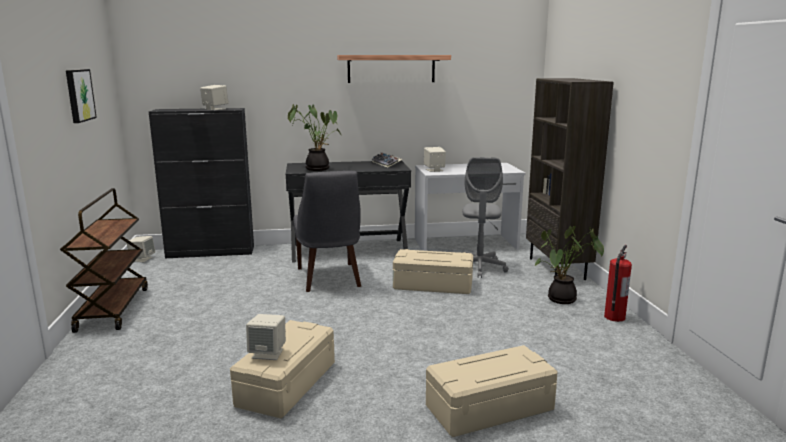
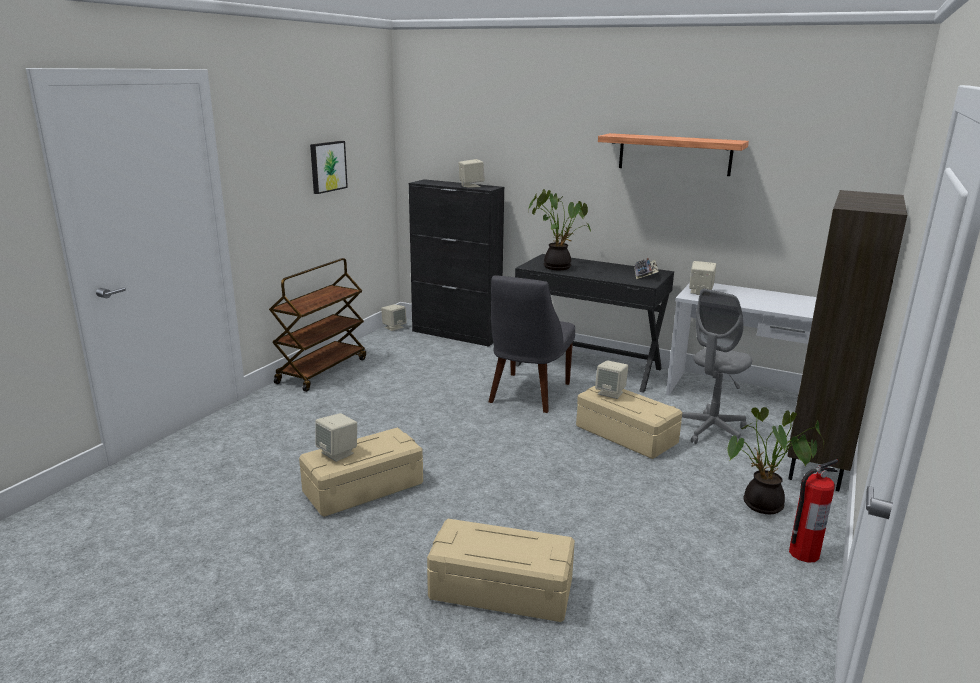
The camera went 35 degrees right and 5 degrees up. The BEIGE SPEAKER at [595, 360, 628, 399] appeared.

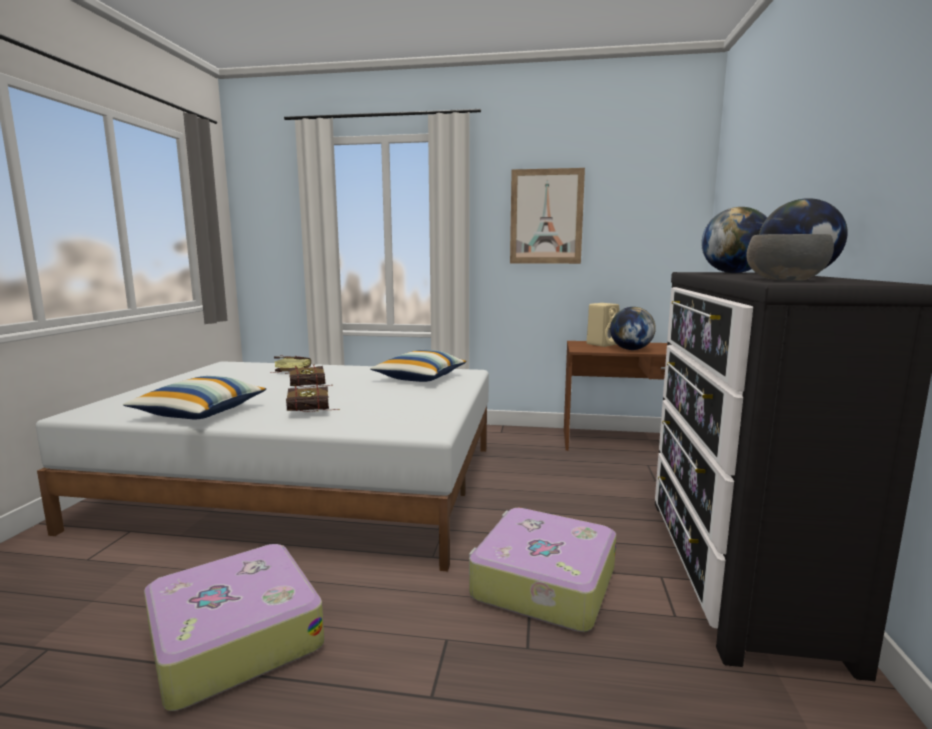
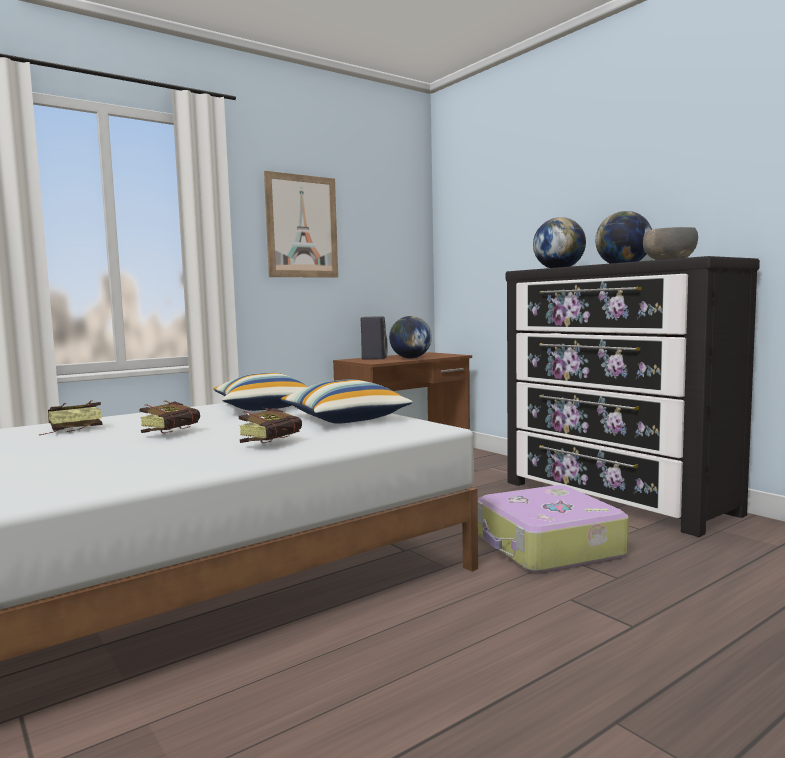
The camera went 45 degrees left and 5 degrees down. The PILLOW moved from [123, 376, 266, 419] to [281, 379, 413, 424]. The SUITCASE at [144, 544, 325, 711] disappeared. The BEIGE SPEAKER at [587, 303, 619, 347] became the BLACK SPEAKER at [361, 316, 388, 360].

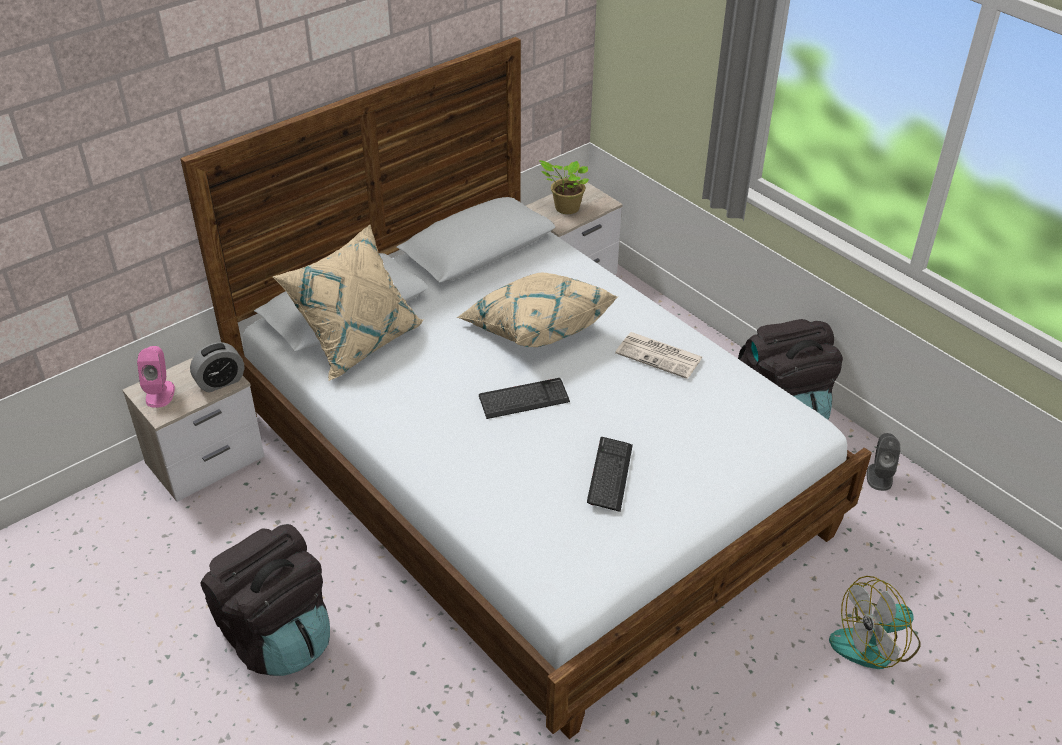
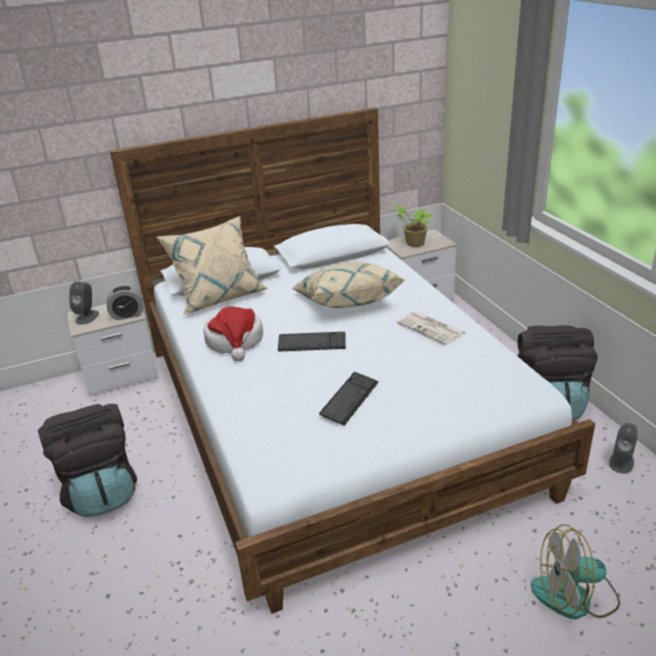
The camera went 20 degrees right and 10 degrees down. The PINK SPEAKER at [137, 346, 175, 408] became the GREY SPEAKER at [70, 281, 99, 325]. The HAT at [204, 306, 263, 361] appeared.

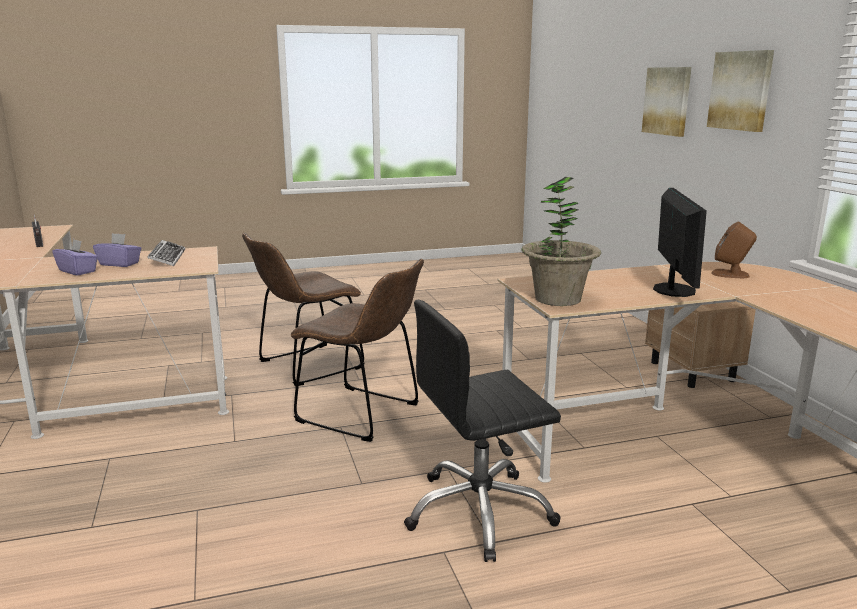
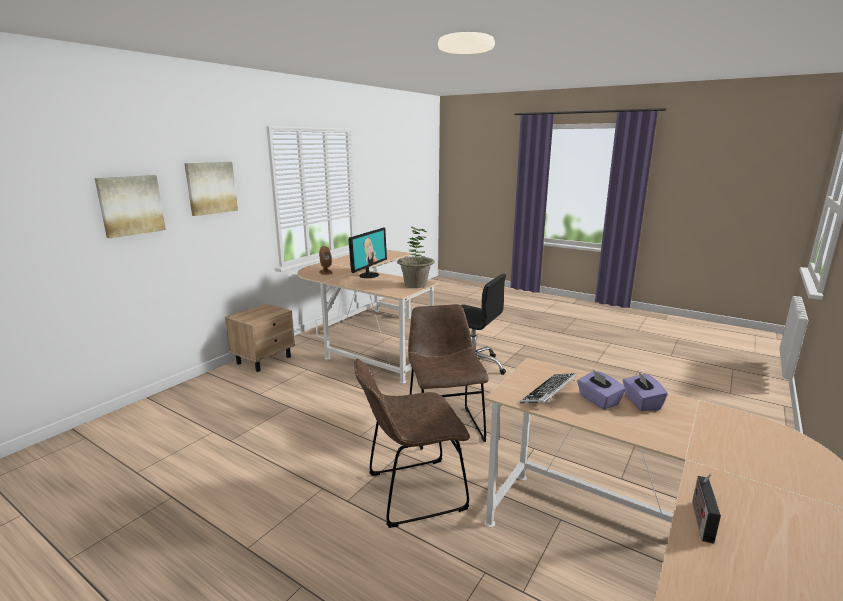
The camera went 130 degrees left and 0 degrees up. The BROWN CHAIR at [242, 233, 365, 386] turned 150 degrees clockwise. The MONITOR at [653, 188, 707, 297] turned 150 degrees clockwise.

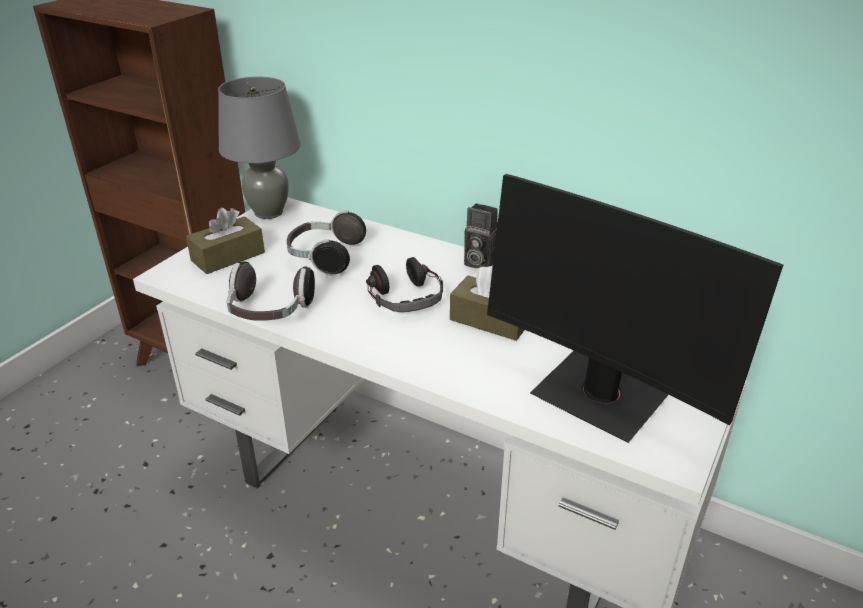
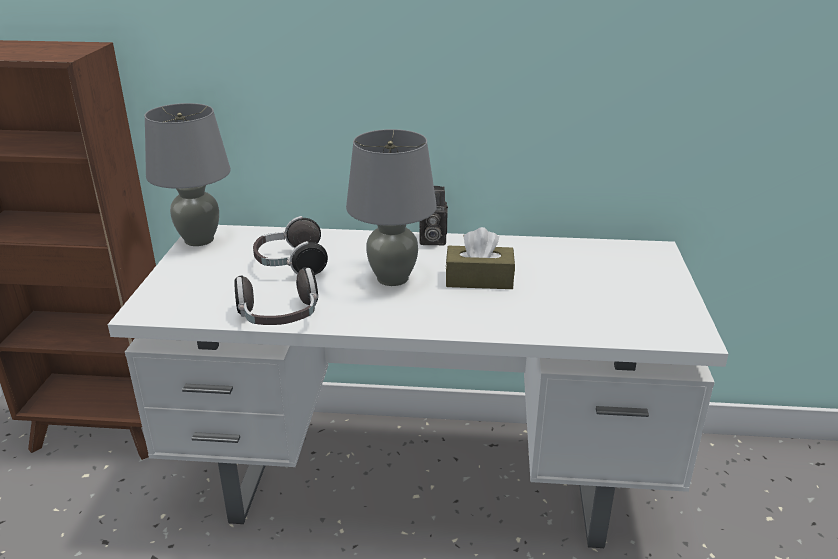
The camera went 25 degrees left and 5 degrees down. The BROWN TISSUE BOX at [186, 208, 265, 274] disappeared. The HEADPHONES at [366, 257, 443, 312] was replaced by the GREY TABLE LAMP at [346, 129, 437, 286]. The MONITOR at [487, 174, 783, 443] disappeared.

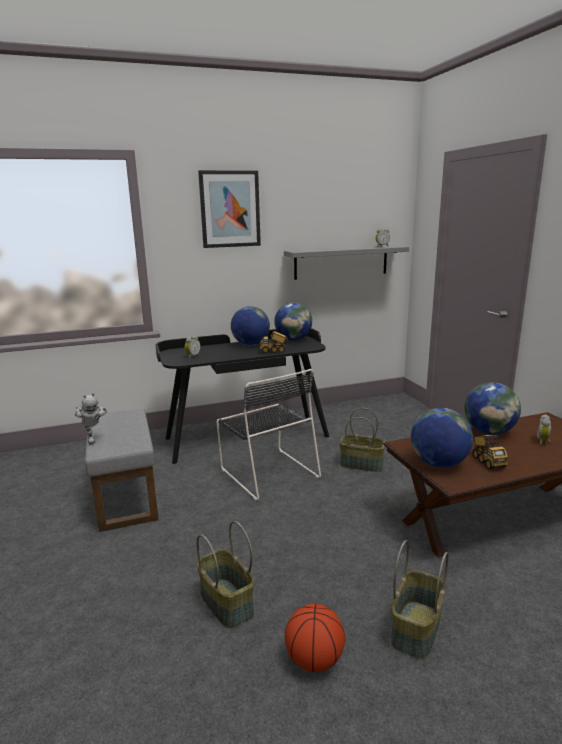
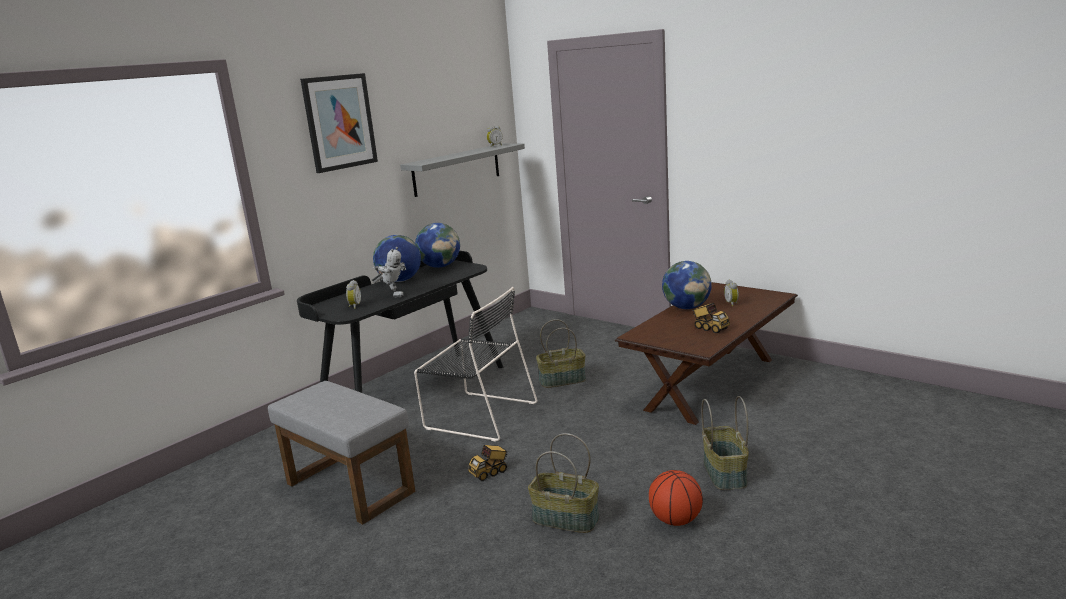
The camera went 30 degrees left and 0 degrees up. The TOY ROBOT moved from [75, 393, 107, 444] to [372, 247, 406, 297]. The TOY TRUCK moved from [260, 331, 288, 353] to [468, 445, 508, 481]. The GLOBE at [411, 408, 473, 468] disappeared.

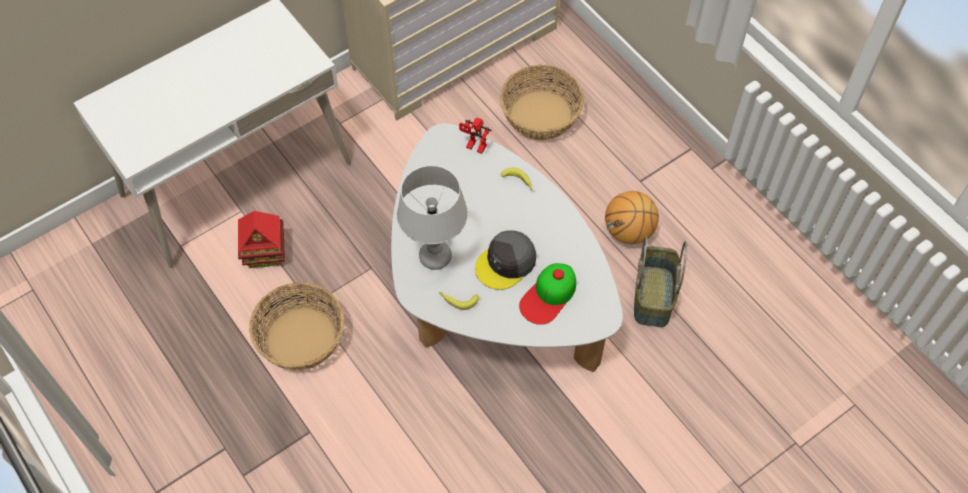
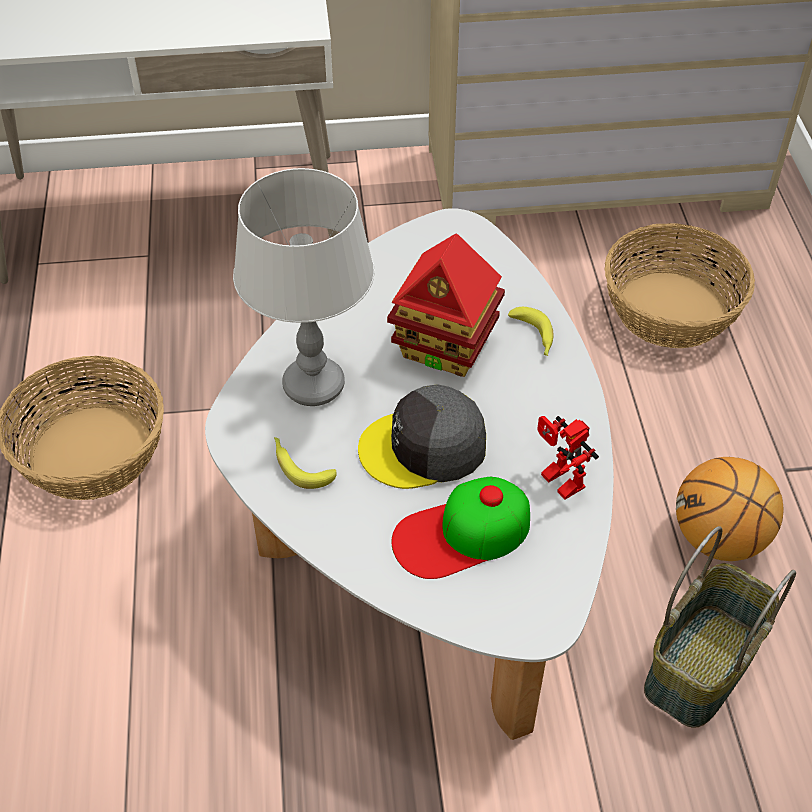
The camera went 30 degrees right and 10 degrees down. The TOY HOUSE moved from [238, 211, 285, 268] to [387, 234, 505, 377]. The TOY ROBOT moved from [459, 118, 491, 154] to [537, 416, 599, 500].

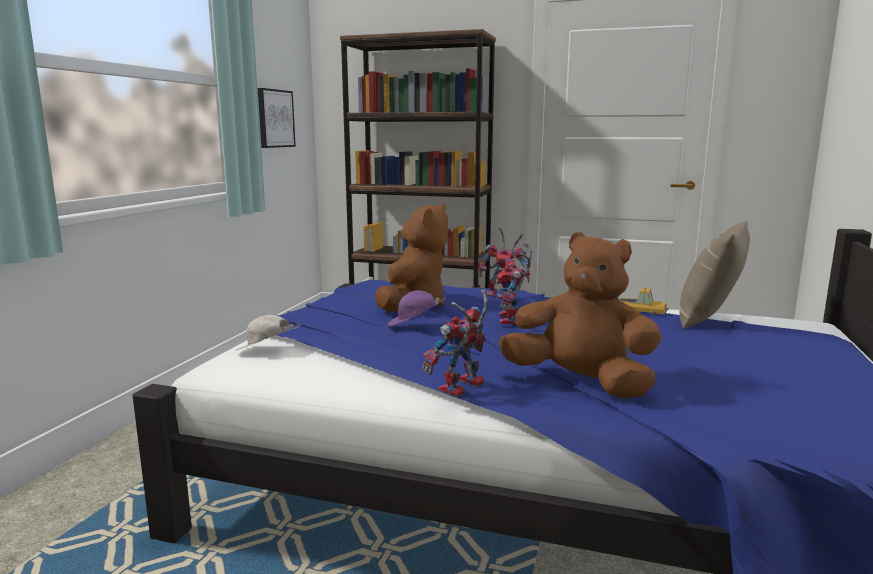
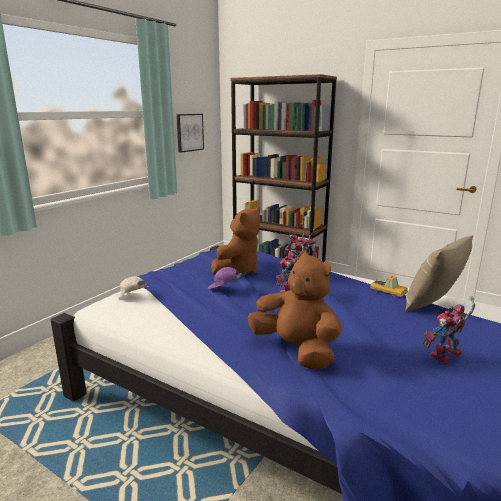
The camera went 15 degrees right and 5 degrees up. The TOY ROBOT moved from [422, 290, 488, 397] to [422, 296, 475, 363].

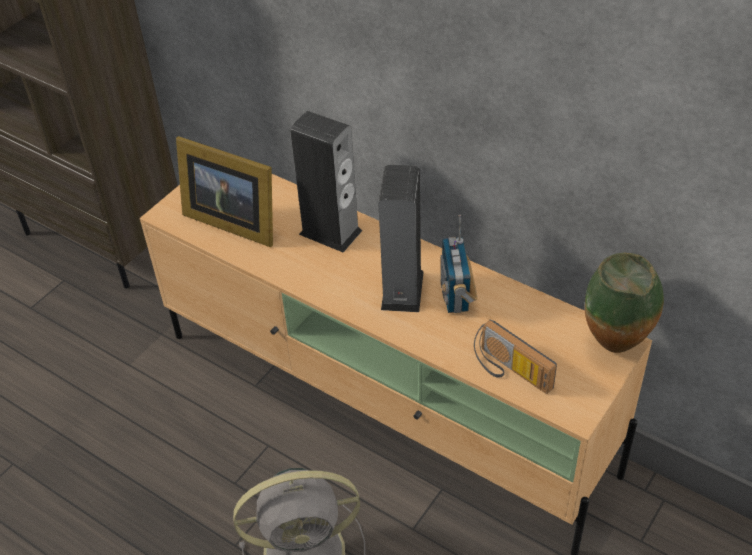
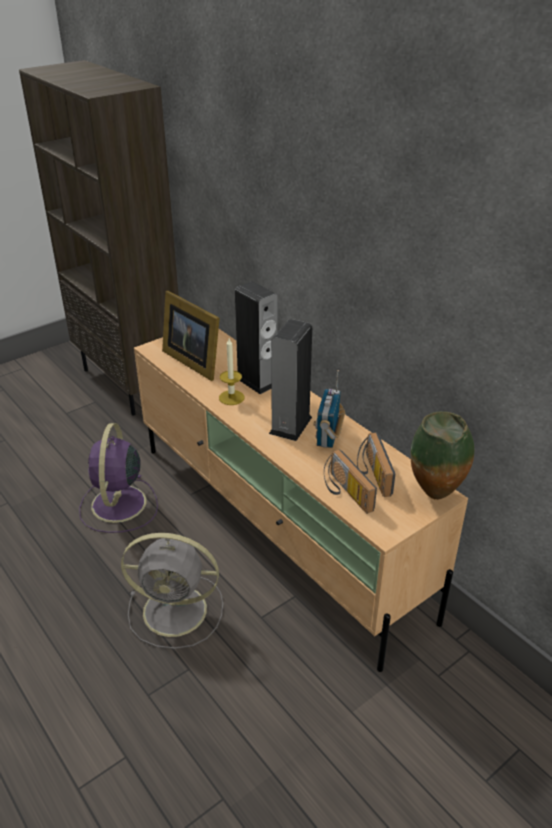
The camera went 15 degrees right and 10 degrees down. The PURPLE FAN at [79, 423, 158, 533] appeared. The CANDLE at [219, 338, 244, 405] appeared. The RADIO at [357, 432, 395, 497] appeared.

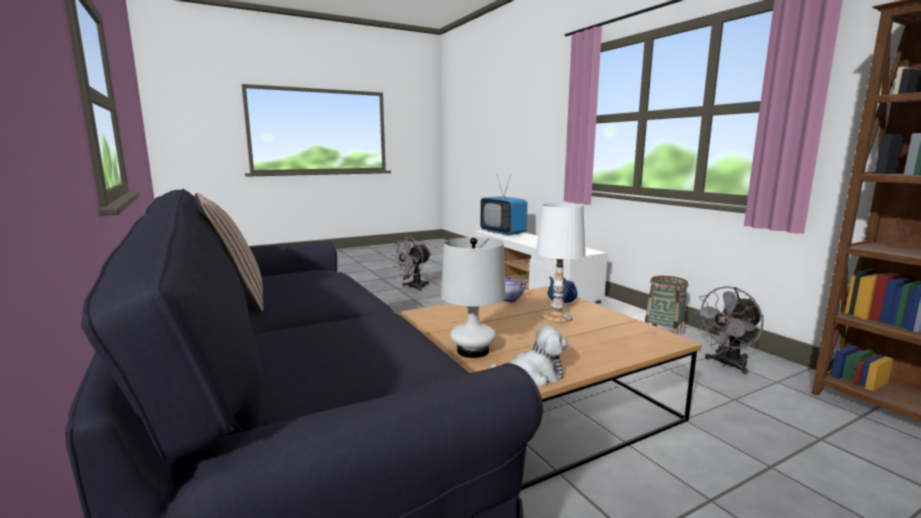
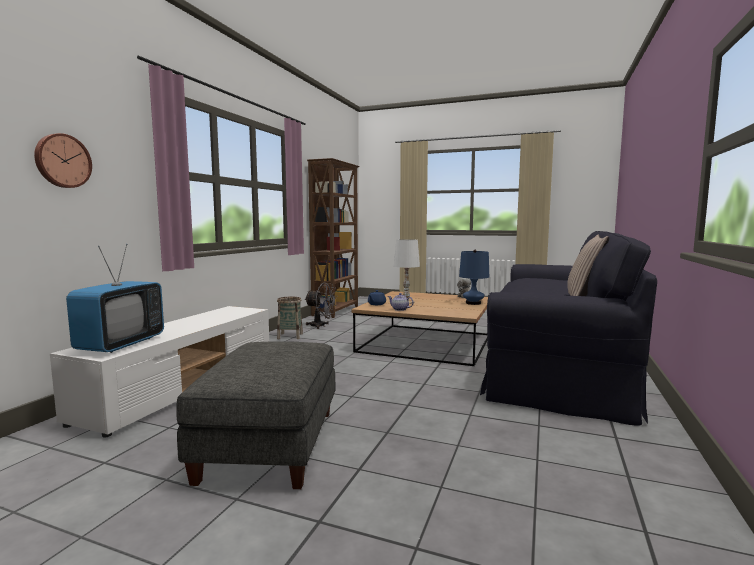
The camera went 130 degrees left and 5 degrees down. The GREY FAN at [391, 237, 431, 291] was replaced by the GREY OTTOMAN at [176, 341, 335, 489]. The WHITE TABLE LAMP at [441, 237, 506, 358] became the BLUE TABLE LAMP at [459, 250, 489, 305]. The WALL CLOCK at [34, 133, 92, 188] appeared.

